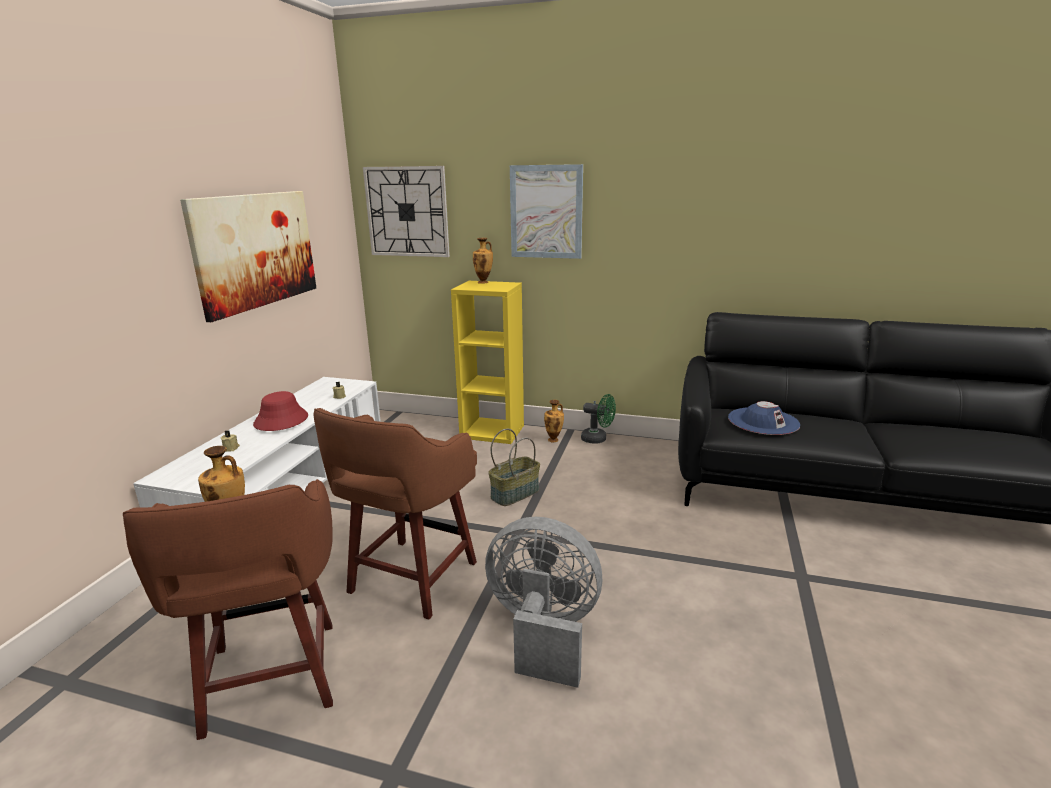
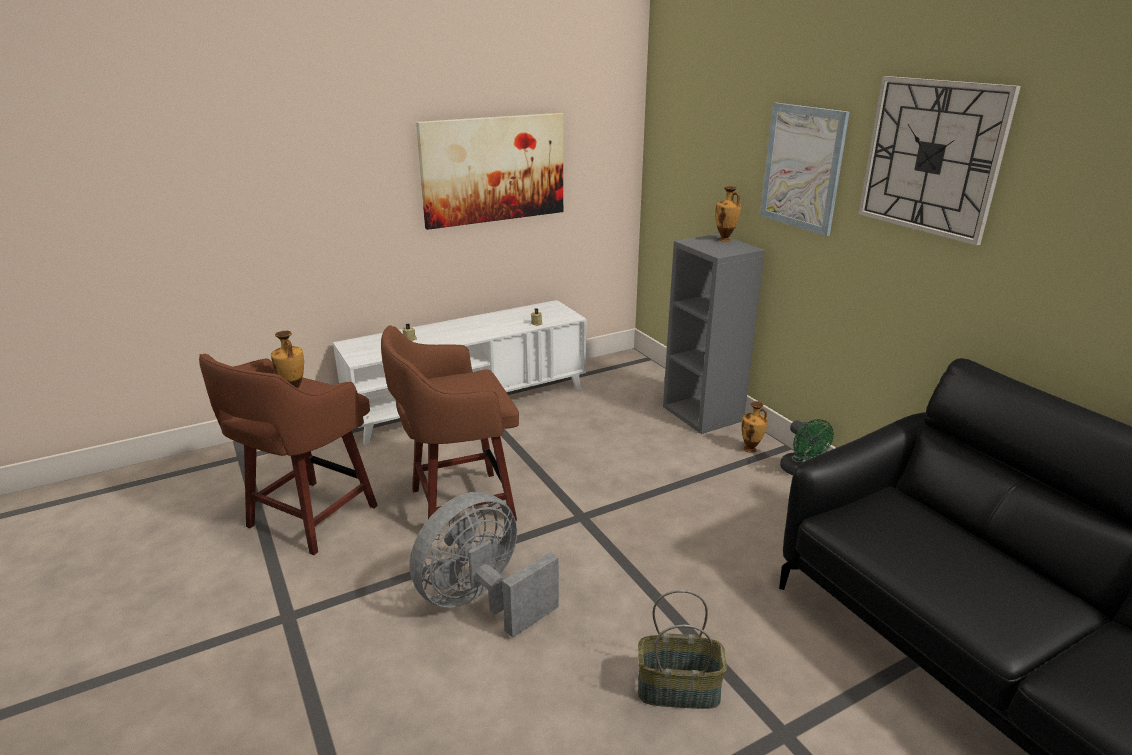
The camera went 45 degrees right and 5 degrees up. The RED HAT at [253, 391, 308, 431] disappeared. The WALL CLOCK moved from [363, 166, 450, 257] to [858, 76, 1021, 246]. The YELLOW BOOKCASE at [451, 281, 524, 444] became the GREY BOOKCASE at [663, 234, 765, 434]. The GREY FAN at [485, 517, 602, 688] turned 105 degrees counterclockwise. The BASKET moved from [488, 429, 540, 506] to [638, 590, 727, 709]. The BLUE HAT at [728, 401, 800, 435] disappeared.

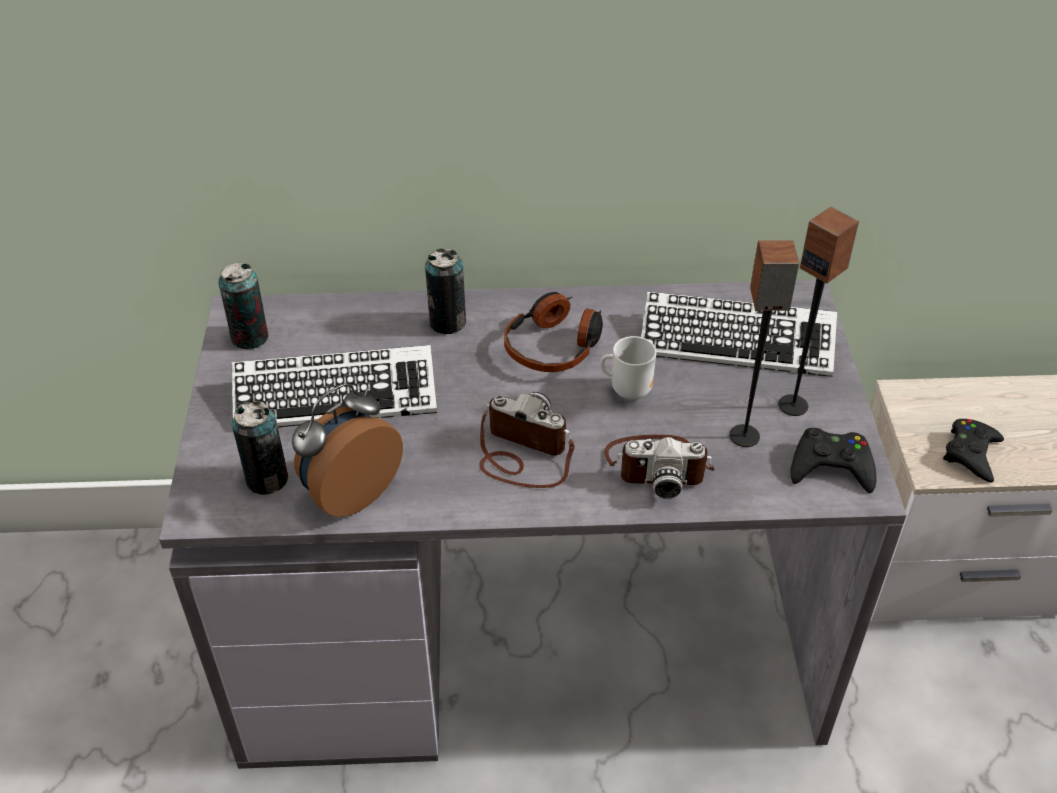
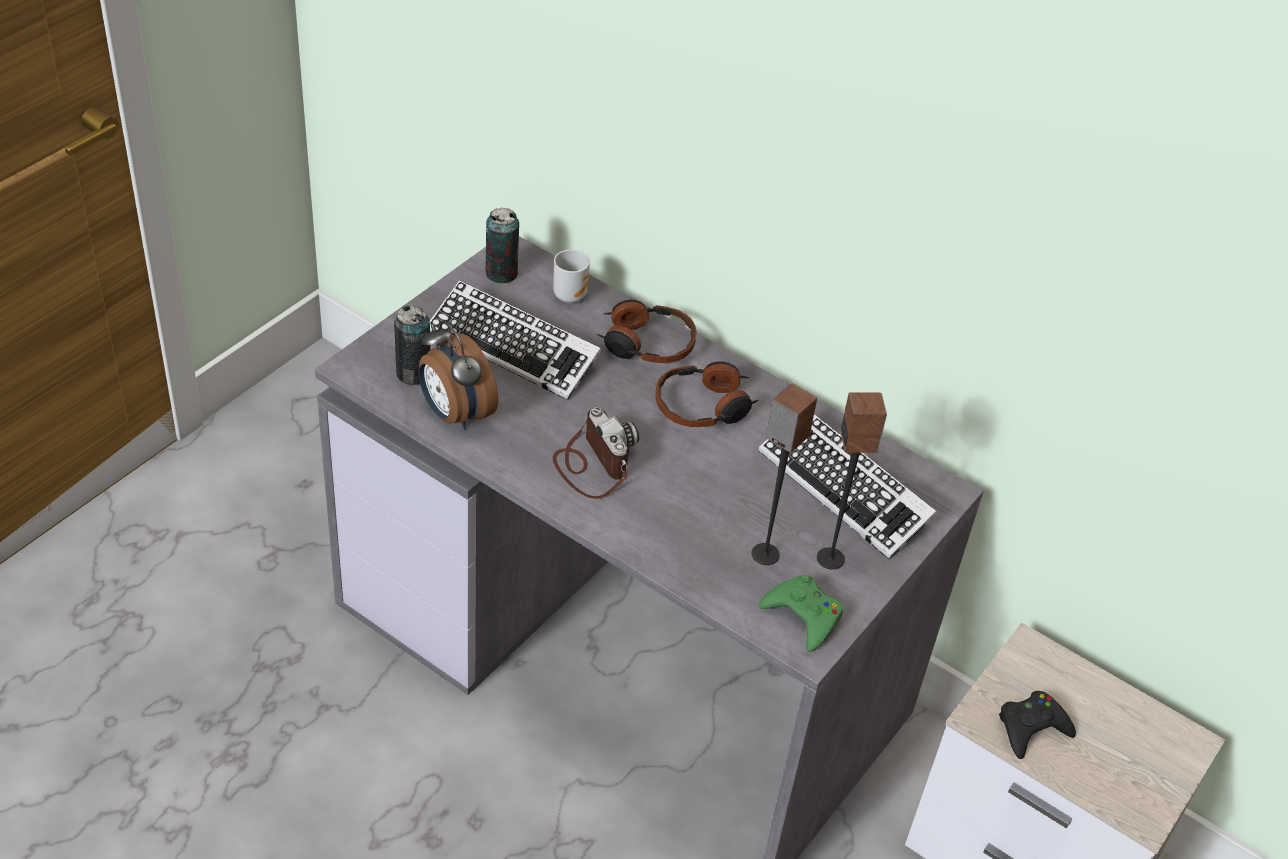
The camera went 35 degrees right and 0 degrees up. The ALARM CLOCK at [292, 383, 403, 517] turned 120 degrees counterclockwise. The CAN at [425, 248, 466, 334] was replaced by the HEADPHONES at [597, 300, 696, 363]. The MUG moved from [600, 336, 656, 399] to [553, 250, 590, 303]. The PHOTO CAMERA at [604, 435, 714, 499] disappeared. The BLACK GAME CONTROLLER at [790, 428, 877, 493] became the GREEN GAME CONTROLLER at [759, 575, 844, 652].

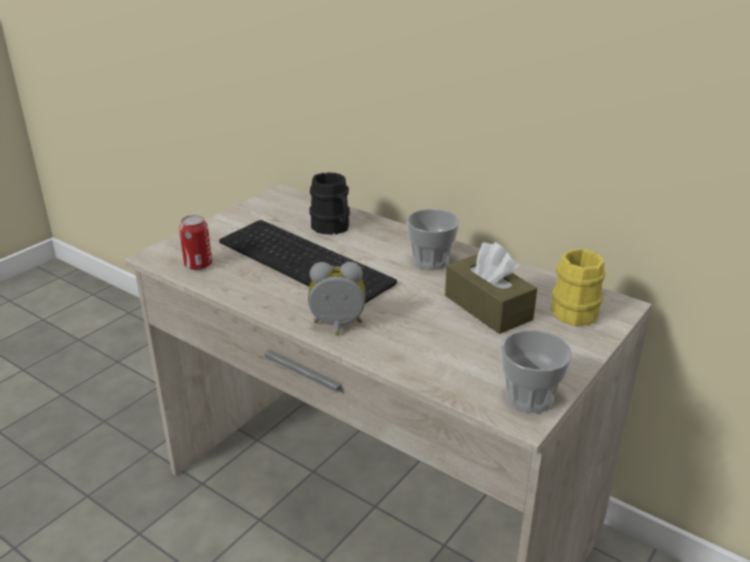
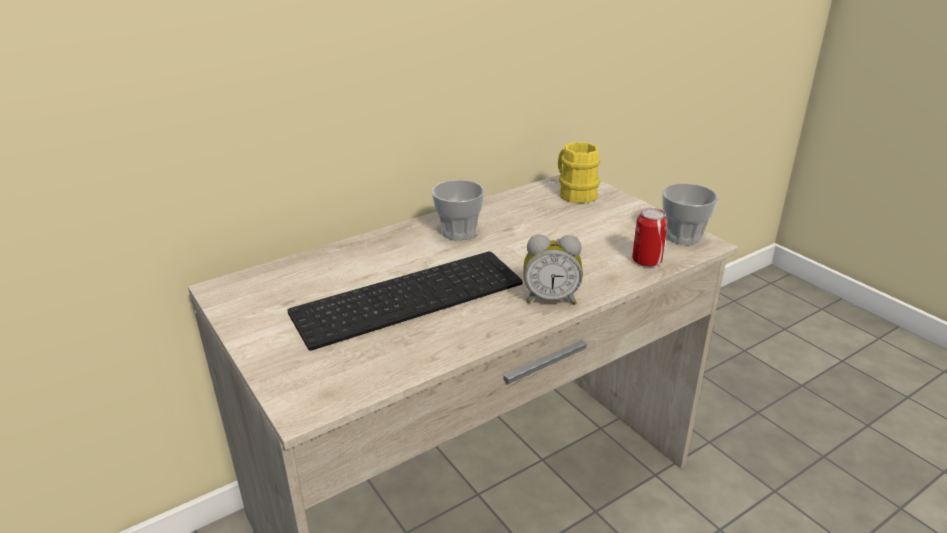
The camera went 70 degrees left and 0 degrees up. The CAN moved from [179, 215, 212, 270] to [632, 208, 668, 267]. The ALARM CLOCK at [308, 262, 365, 336] turned 105 degrees counterclockwise. The BLACK MUG at [309, 172, 350, 235] disappeared. The BROWN TISSUE BOX at [445, 242, 537, 334] disappeared.

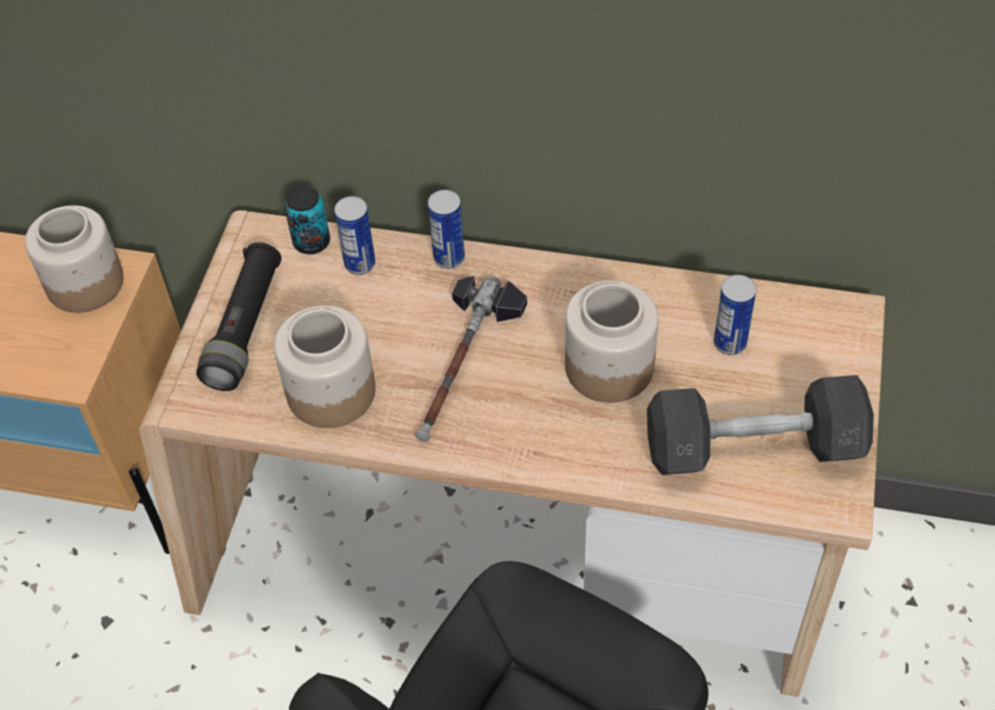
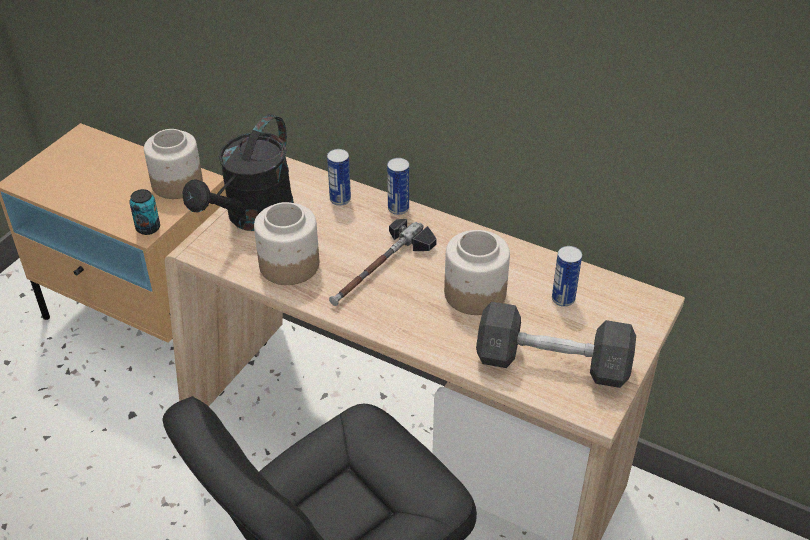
The camera went 15 degrees right and 10 degrees down. The BLACK FLASHLIGHT at [196, 242, 282, 391] was replaced by the BLACK WATERING CAN at [183, 114, 294, 231]. The CAN moved from [285, 186, 330, 254] to [129, 189, 160, 235].

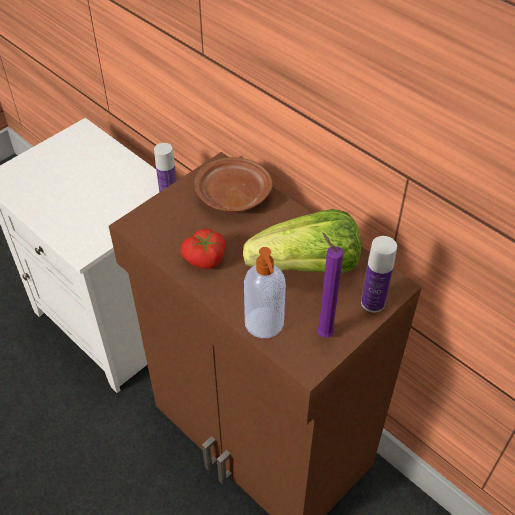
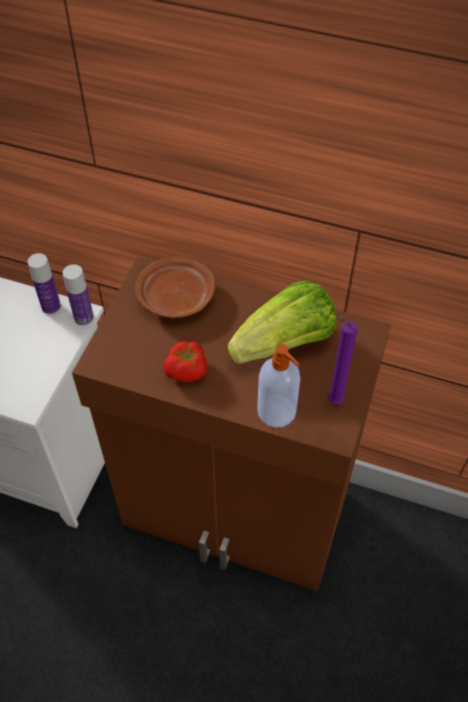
The camera went 25 degrees left and 5 degrees up. The BOTTLE moved from [361, 236, 397, 313] to [28, 253, 61, 315].

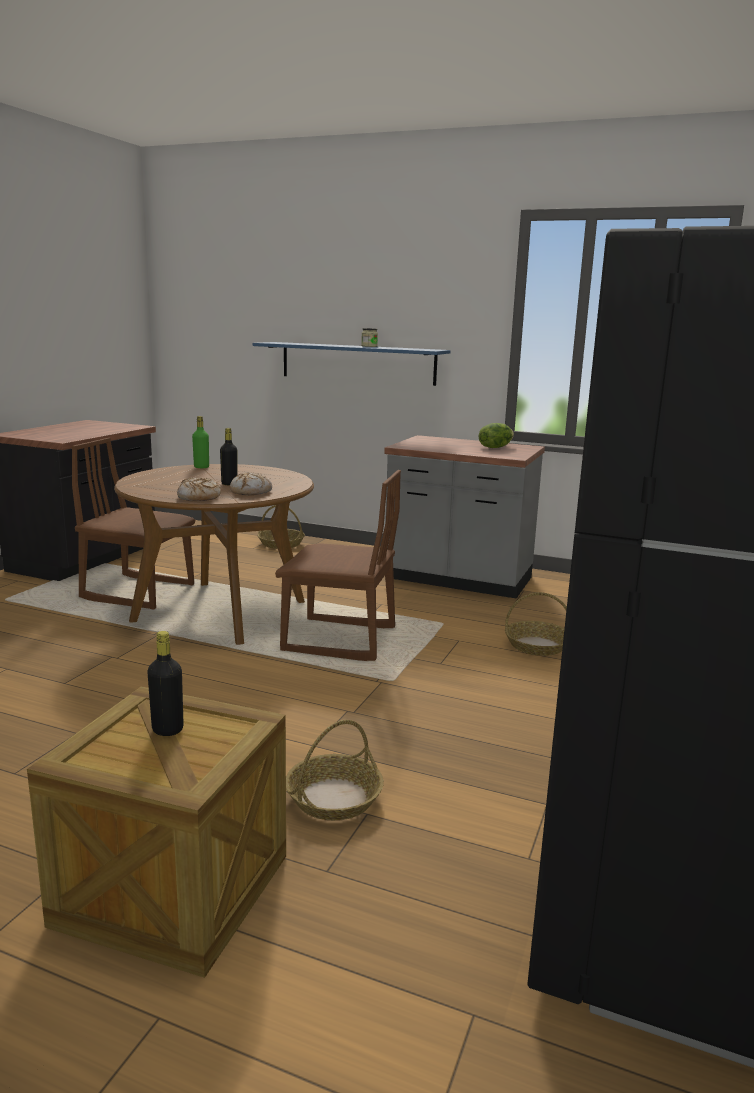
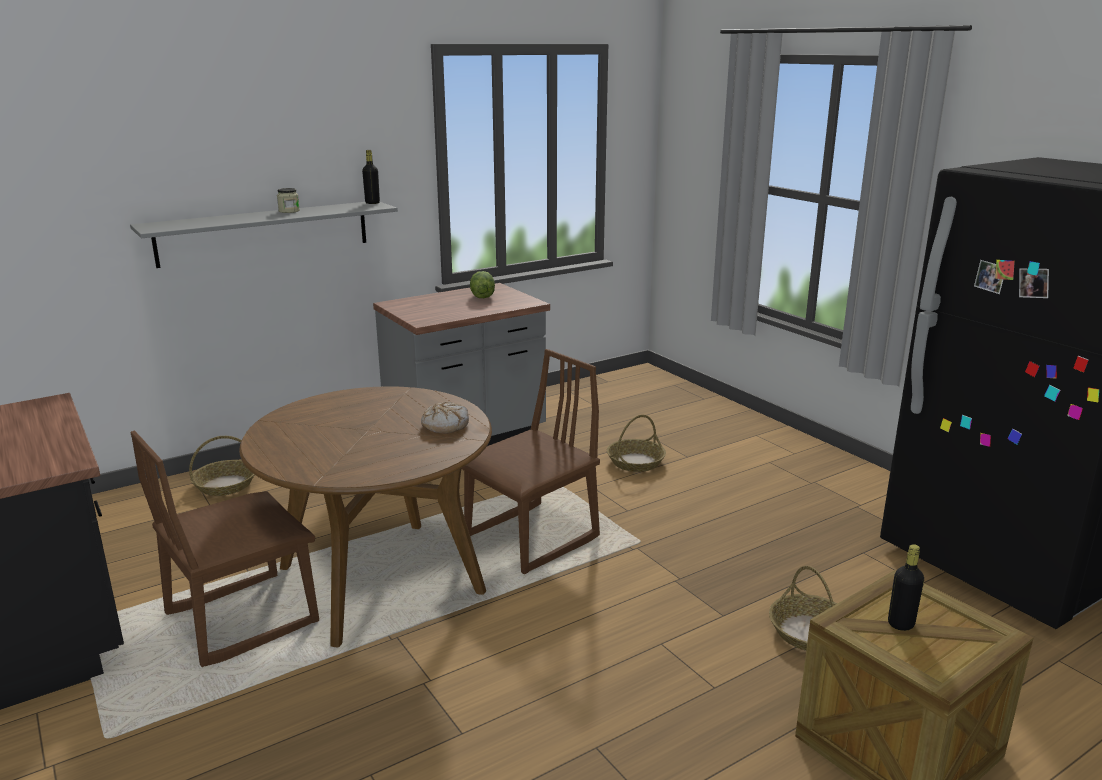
The camera went 55 degrees left and 5 degrees up. The BREAD at [177, 478, 221, 501] disappeared. The GREEN BOTTLE at [192, 416, 209, 468] disappeared. The BLACK BOTTLE moved from [220, 428, 238, 485] to [362, 150, 380, 204]. The BLUE SHELF at [253, 342, 451, 386] became the GREY SHELF at [130, 202, 398, 268].

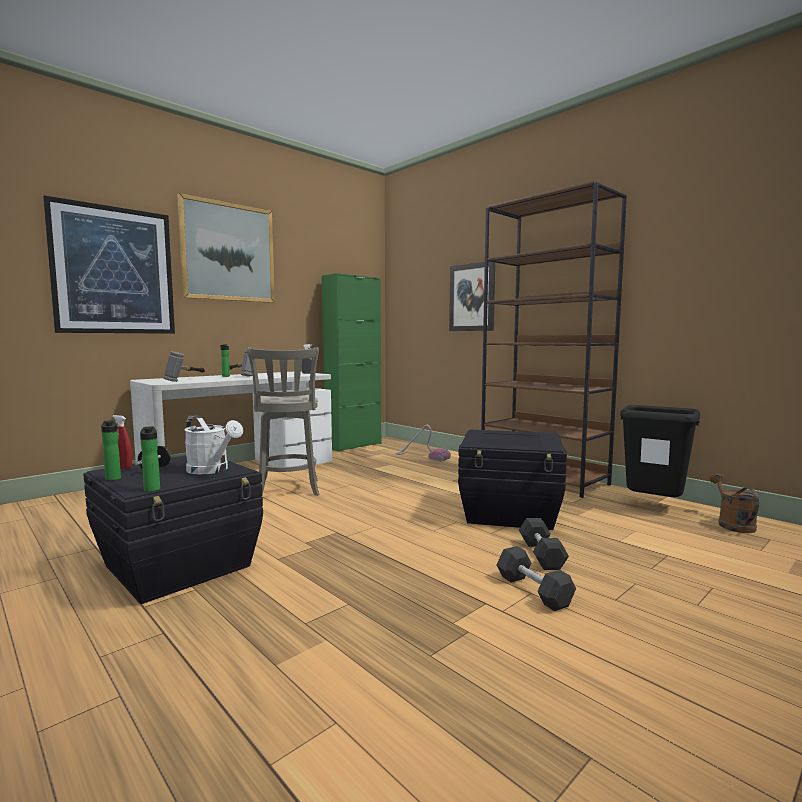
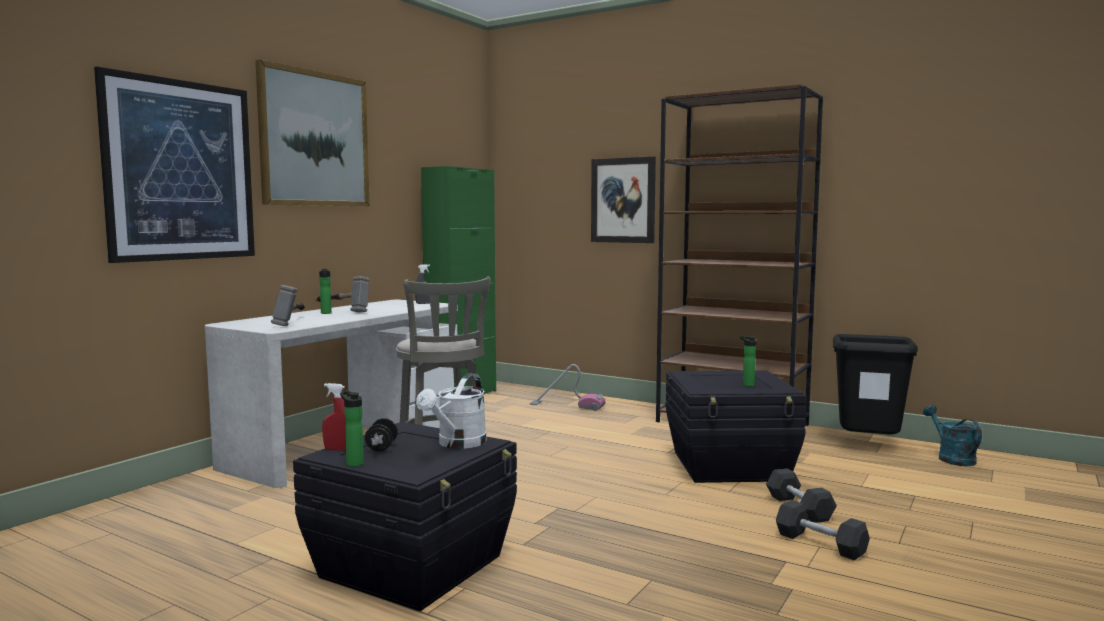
The camera went 15 degrees left and 0 degrees up. The BOTTLE moved from [140, 426, 160, 492] to [740, 336, 756, 387]. The WHITE WATERING CAN at [184, 415, 243, 474] turned 90 degrees clockwise. The BROWN WATERING CAN at [710, 473, 759, 533] became the TURQUOISE WATERING CAN at [923, 405, 982, 466].

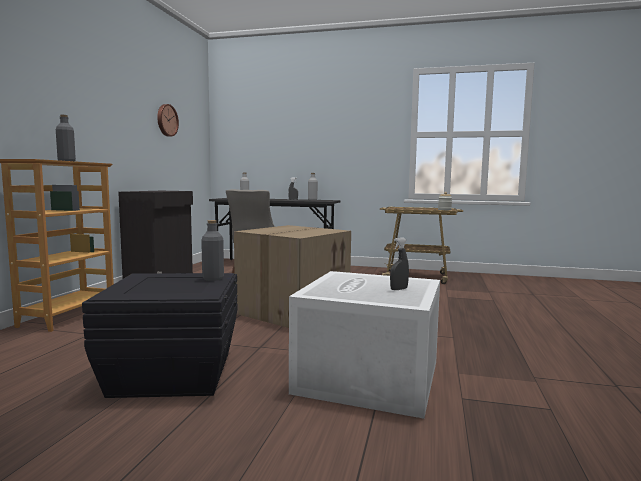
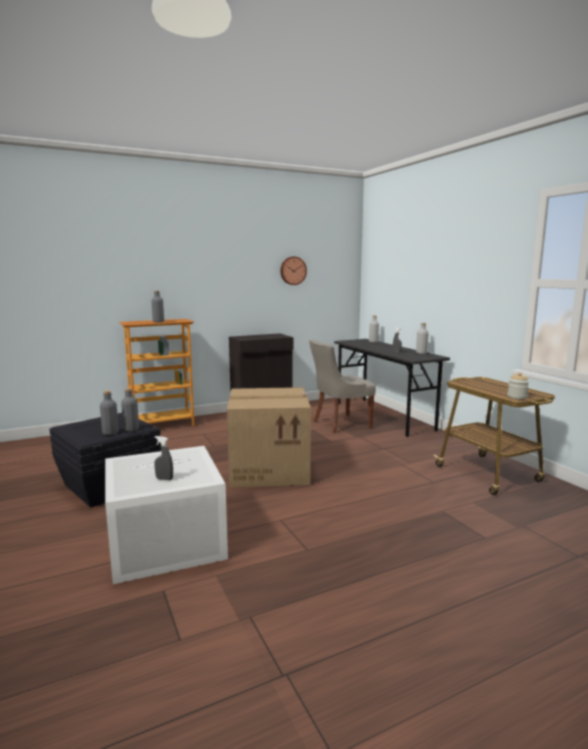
The camera went 50 degrees right and 5 degrees up. The GREY BOTTLE at [100, 391, 119, 435] appeared.

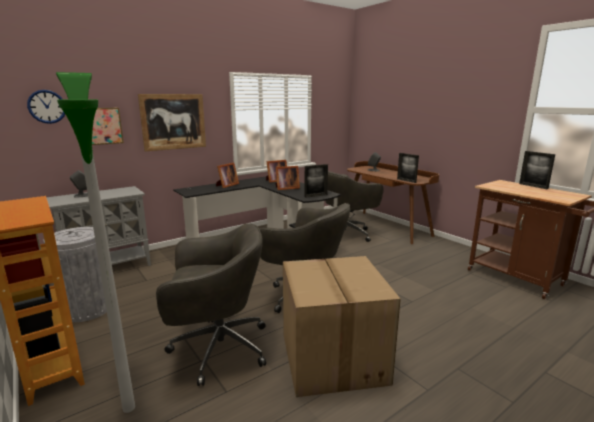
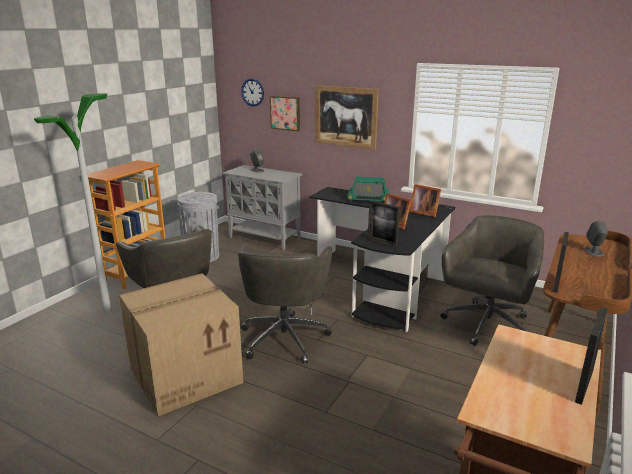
The camera went 65 degrees right and 5 degrees up. The PICTURE FRAME at [216, 163, 239, 188] was replaced by the RADIO at [347, 177, 390, 201]. The GREY OFFICE CHAIR at [325, 171, 384, 242] turned 90 degrees clockwise.

